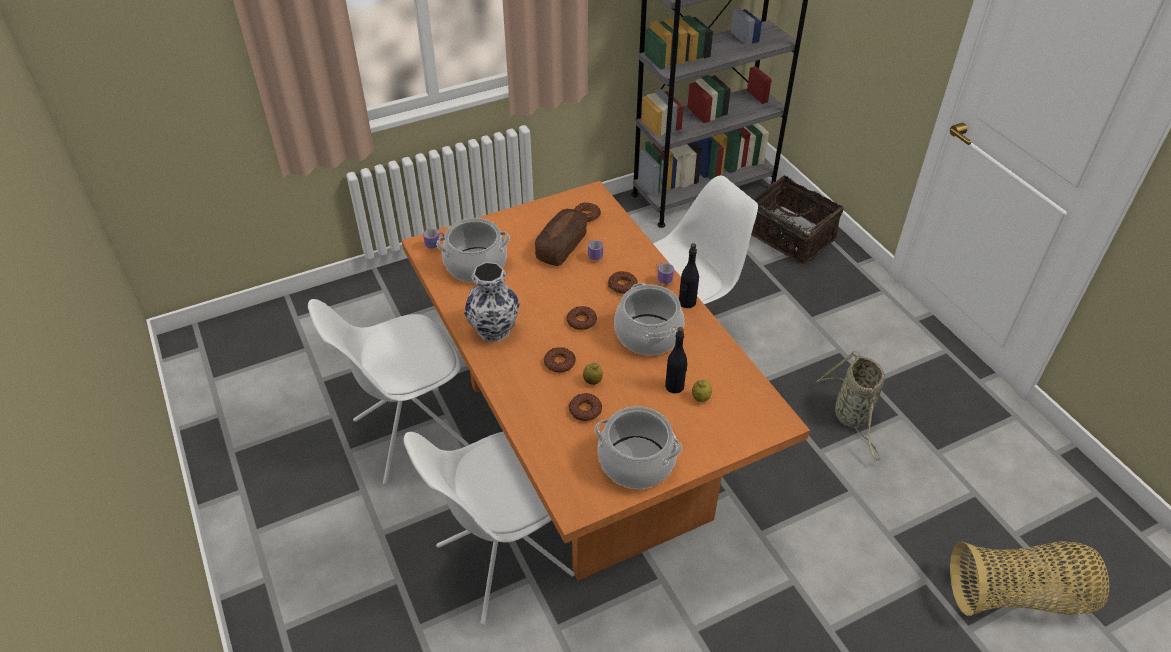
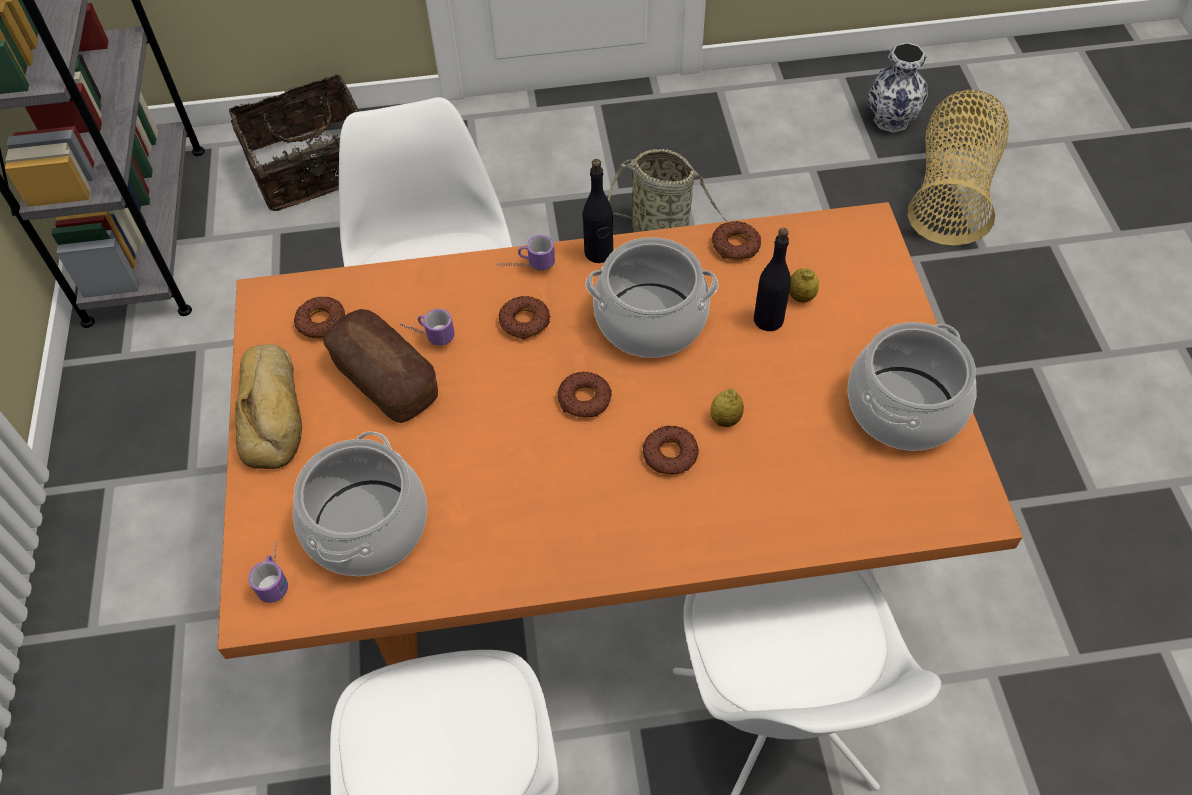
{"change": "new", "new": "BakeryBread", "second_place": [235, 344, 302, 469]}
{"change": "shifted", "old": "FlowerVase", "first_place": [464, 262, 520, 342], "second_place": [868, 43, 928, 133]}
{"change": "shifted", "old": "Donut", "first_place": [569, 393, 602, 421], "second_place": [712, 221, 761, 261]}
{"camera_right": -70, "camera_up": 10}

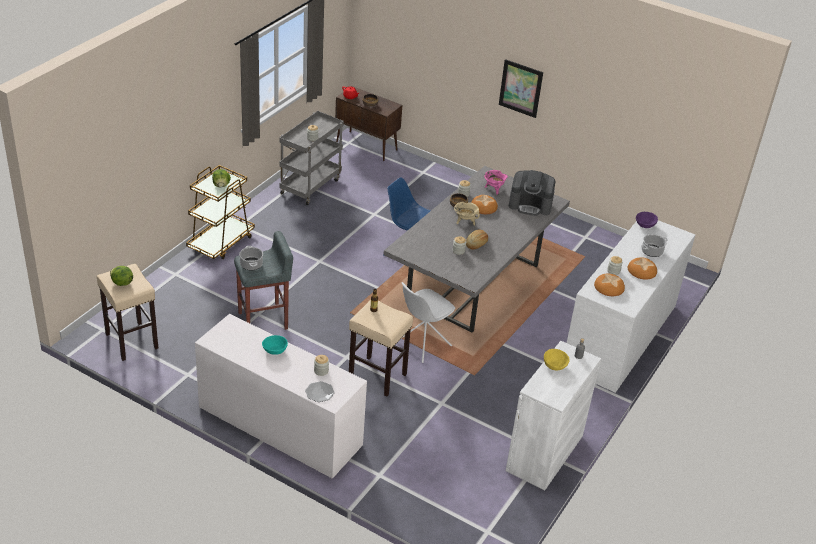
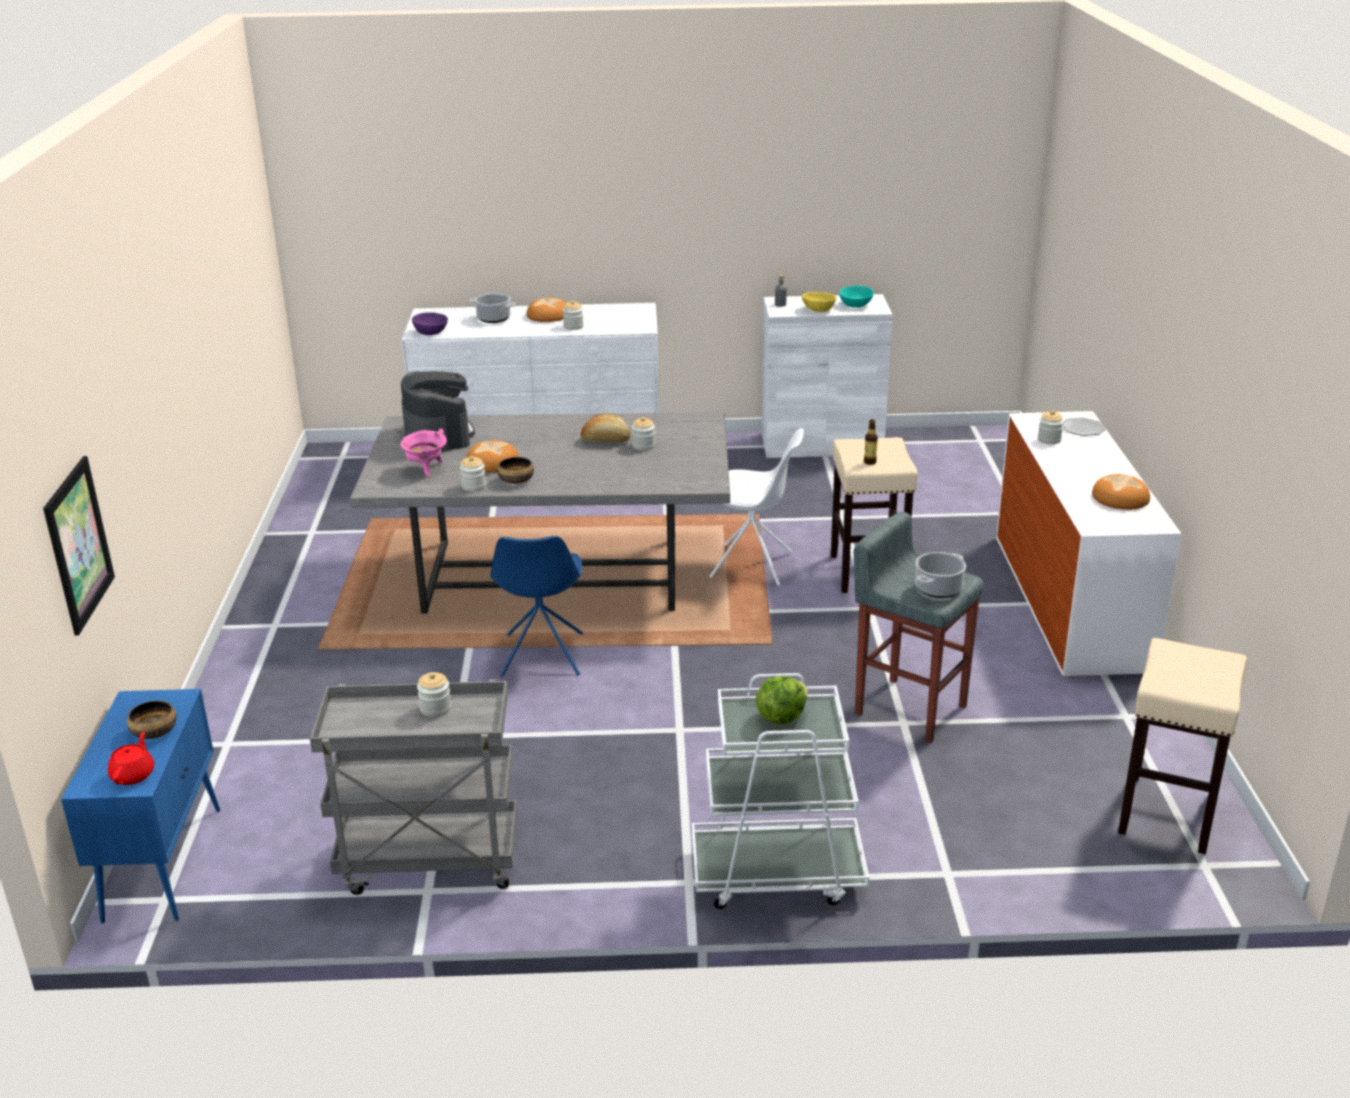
{"change": "gone", "old": "Lettuce", "first_place": [110, 266, 133, 286]}
{"change": "gone", "old": "SandColouredStockpot", "first_place": [454, 202, 480, 226]}
{"change": "shifted", "old": "TurquoiseBowl", "first_place": [262, 335, 288, 355], "second_place": [839, 286, 874, 308]}
{"change": "shifted", "old": "Picture", "first_place": [499, 59, 543, 118], "second_place": [43, 456, 115, 636]}
{"change": "shifted", "old": "BakeryBread", "first_place": [594, 274, 625, 296], "second_place": [1092, 474, 1150, 510]}
{"change": "repainted", "old": "BrownishTrolley", "new": "WhiteColouredTrolley", "first_place": [186, 165, 255, 259], "second_place": [692, 673, 869, 909]}
{"change": "repainted", "old": "BrownishStorageCabinet", "new": "BlueStorageCabinet", "first_place": [335, 86, 402, 161], "second_place": [61, 689, 220, 924]}
{"camera_right": -120, "camera_up": -10}

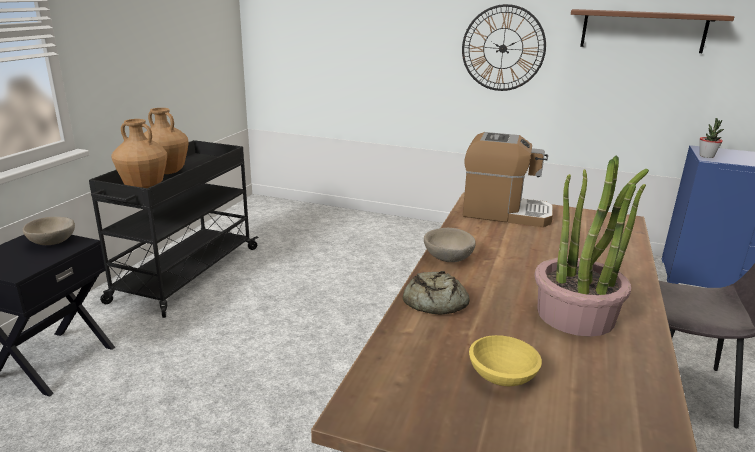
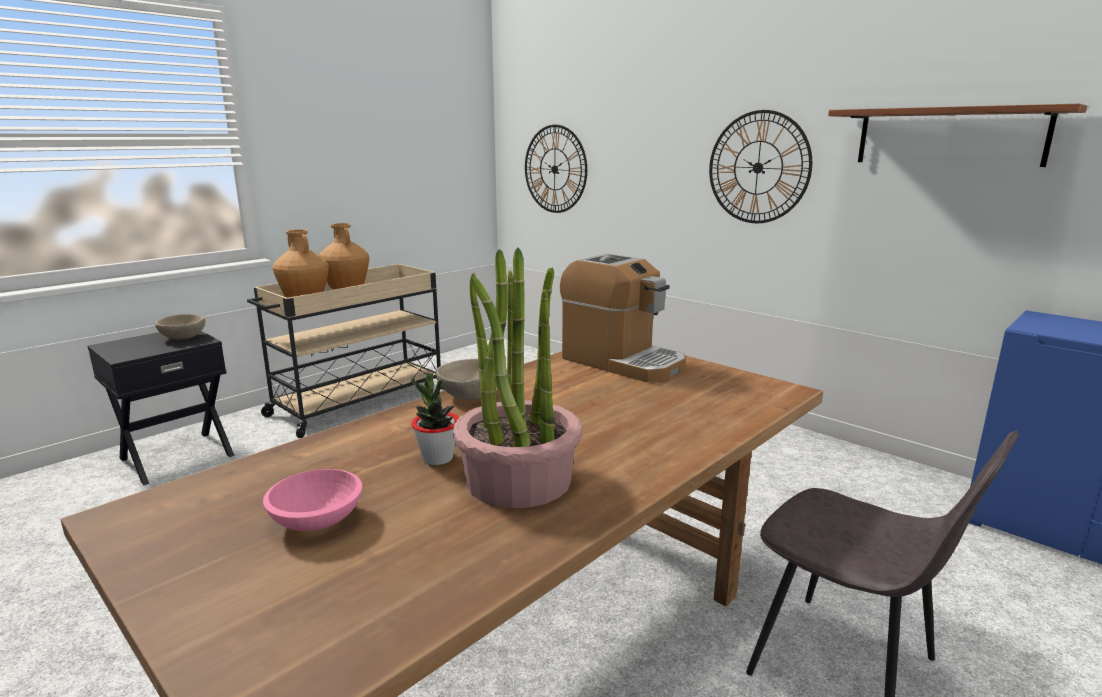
{"change": "gone", "old": "BakeryBread", "first_place": [403, 271, 470, 315]}
{"change": "new", "new": "WallClock", "second_place": [525, 125, 587, 213]}
{"change": "shifted", "old": "Houseplant", "first_place": [700, 118, 724, 158], "second_place": [411, 373, 459, 465]}
{"change": "repainted", "old": "BlackishTrolley", "new": "SandColouredTrolley", "first_place": [89, 140, 259, 318], "second_place": [247, 264, 444, 438]}
{"change": "repainted", "old": "YellowColouredBowl", "new": "PinkBowl", "first_place": [469, 335, 542, 386], "second_place": [263, 469, 362, 531]}
{"camera_right": 25, "camera_up": -5}

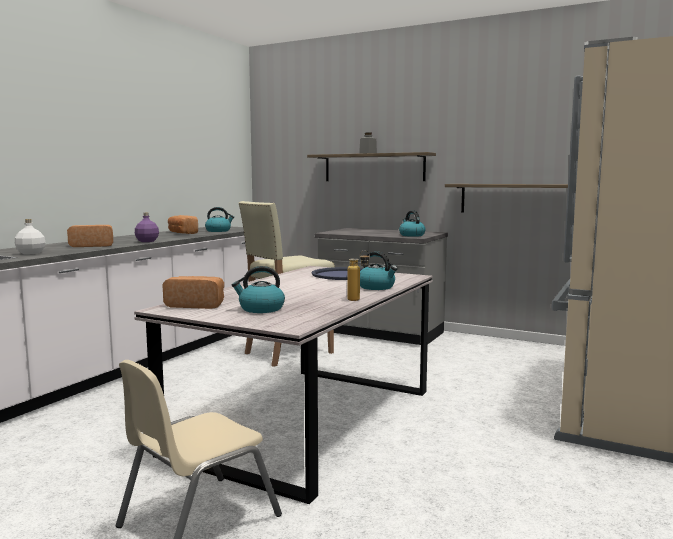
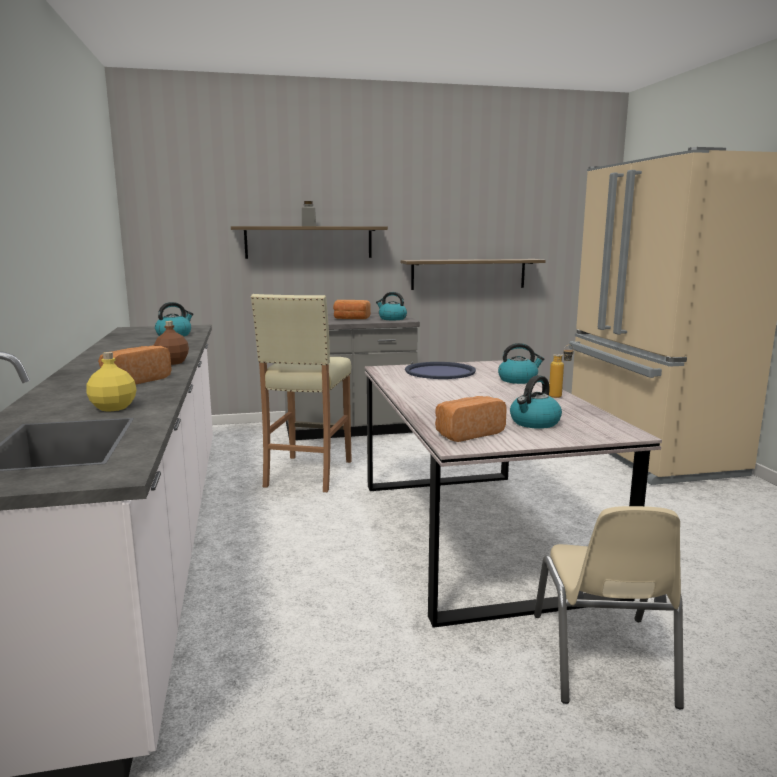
{"change": "shifted", "old": "BakeryBread", "first_place": [168, 215, 198, 234], "second_place": [333, 300, 371, 319]}
{"change": "repainted", "old": "WhiteColouredDrinkBottle", "new": "YellowColouredDrinkBottle", "first_place": [15, 219, 46, 254], "second_place": [86, 352, 137, 412]}
{"change": "repainted", "old": "PurplishDrinkBottle", "new": "BrownishDrinkBottle", "first_place": [135, 213, 159, 242], "second_place": [154, 321, 189, 365]}
{"camera_right": -40, "camera_up": 5}

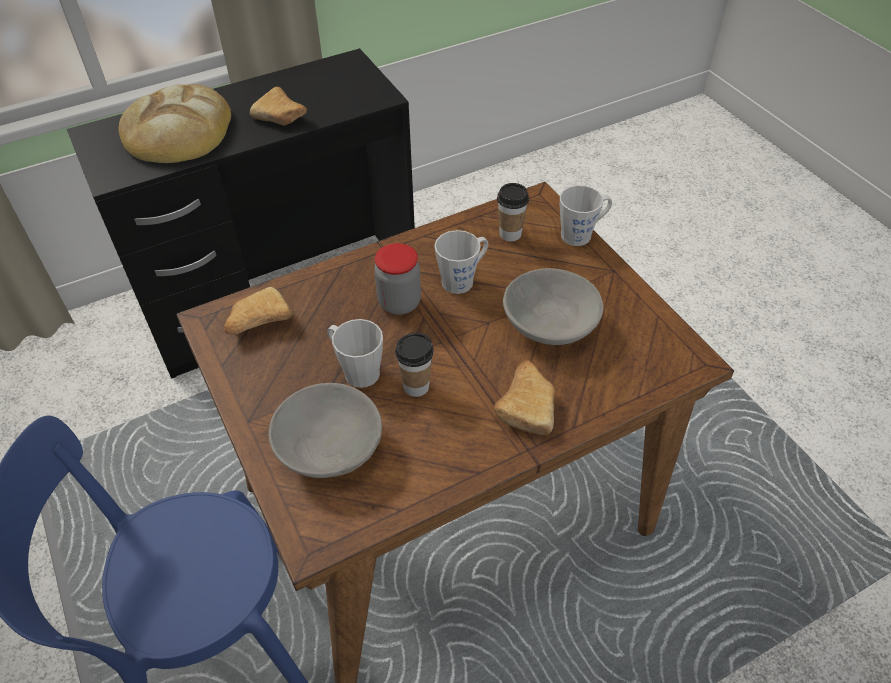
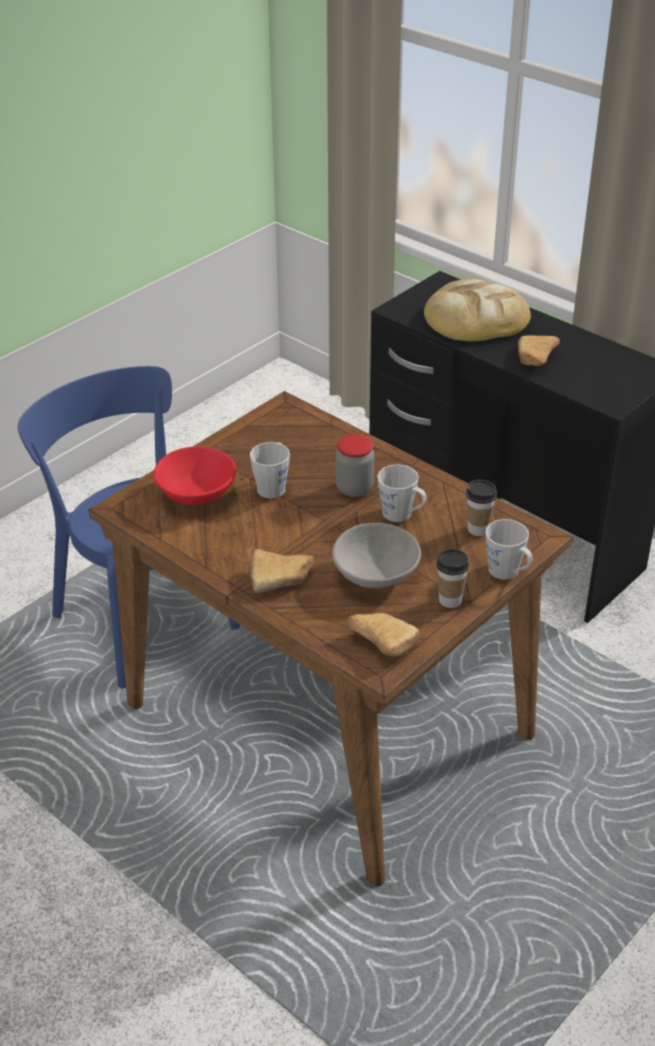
{"change": "shifted", "old": "BakeryBread", "first_place": [224, 287, 293, 335], "second_place": [347, 613, 419, 657]}
{"change": "shifted", "old": "DrinkingCup", "first_place": [395, 333, 434, 397], "second_place": [436, 549, 469, 608]}
{"change": "repainted", "old": "GreyBowl", "new": "RedBowl", "first_place": [269, 383, 382, 478], "second_place": [154, 446, 236, 505]}
{"camera_right": 70, "camera_up": -10}

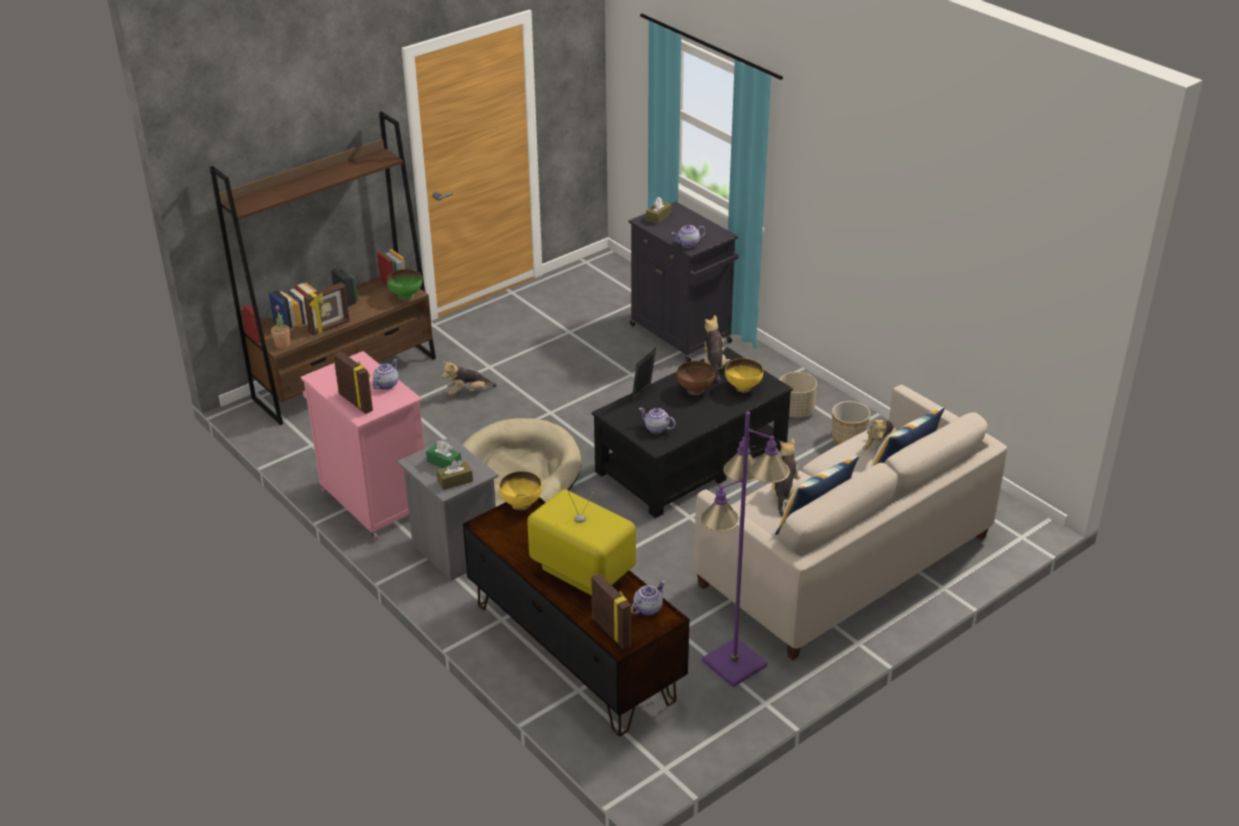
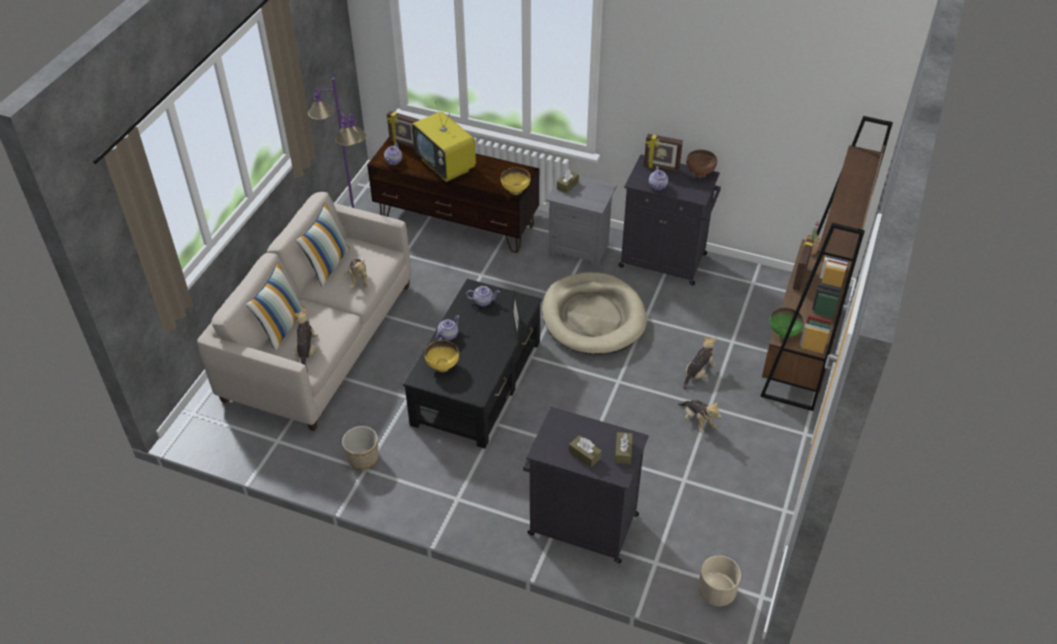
{"change": "gone", "old": "GreenColouredTissueBox", "first_place": [426, 441, 461, 468]}
{"change": "new", "new": "BrownishTissueBox", "second_place": [569, 435, 602, 468]}
{"change": "shifted", "old": "Teapot", "first_place": [671, 225, 706, 248], "second_place": [436, 315, 459, 341]}
{"change": "shifted", "old": "BrownishBowl", "first_place": [676, 361, 715, 395], "second_place": [686, 150, 717, 178]}
{"change": "shifted", "old": "SoftToy", "first_place": [704, 315, 730, 384], "second_place": [678, 400, 722, 433]}
{"change": "shifted", "old": "SandColouredPlantPot", "first_place": [780, 372, 817, 417], "second_place": [698, 556, 741, 606]}
{"change": "repainted", "old": "PinkStorageCabinet", "new": "BlackishStorageCabinet", "first_place": [301, 351, 424, 540], "second_place": [618, 154, 721, 285]}
{"change": "rotated", "old": "Television", "first_place": [527, 478, 636, 596], "second_place": [412, 101, 476, 182], "degrees": 45}
{"camera_right": 150, "camera_up": 10}

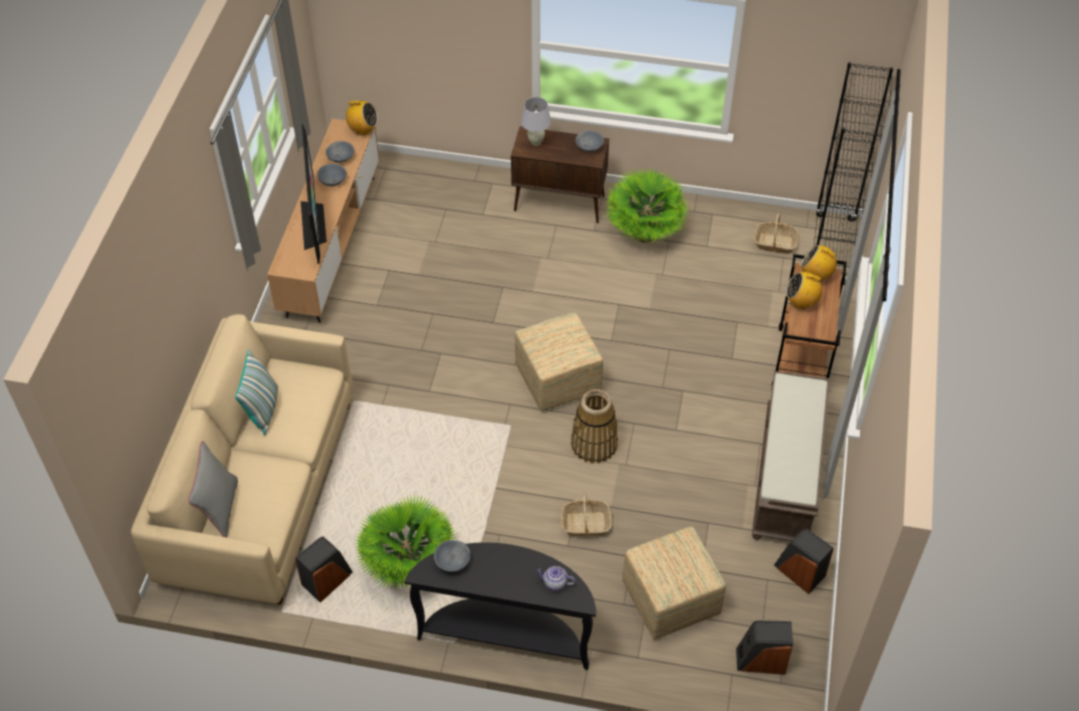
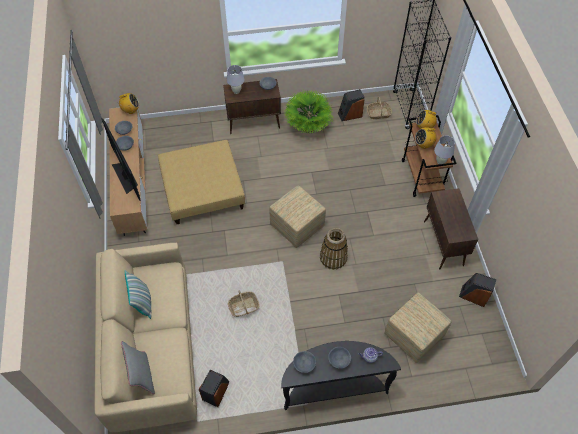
{"change": "gone", "old": "Houseplant", "first_place": [355, 494, 456, 588]}
{"change": "new", "new": "SandColouredFootrest", "second_place": [158, 140, 245, 224]}
{"change": "new", "new": "GreyBowl", "second_place": [328, 347, 351, 369]}
{"change": "new", "new": "WhiteColouredTabletopLamp", "second_place": [434, 136, 455, 164]}
{"change": "shifted", "old": "Basket", "first_place": [561, 492, 612, 536], "second_place": [228, 291, 260, 317]}
{"change": "shifted", "old": "AudioSpeaker", "first_place": [736, 620, 793, 675], "second_place": [338, 89, 364, 121]}
{"change": "swapped", "old": "BrownishIndoorBench", "new": "BrownishStorageCabinet", "first_place": [752, 371, 830, 541], "second_place": [424, 188, 478, 269]}
{"camera_right": -20, "camera_up": 5}

